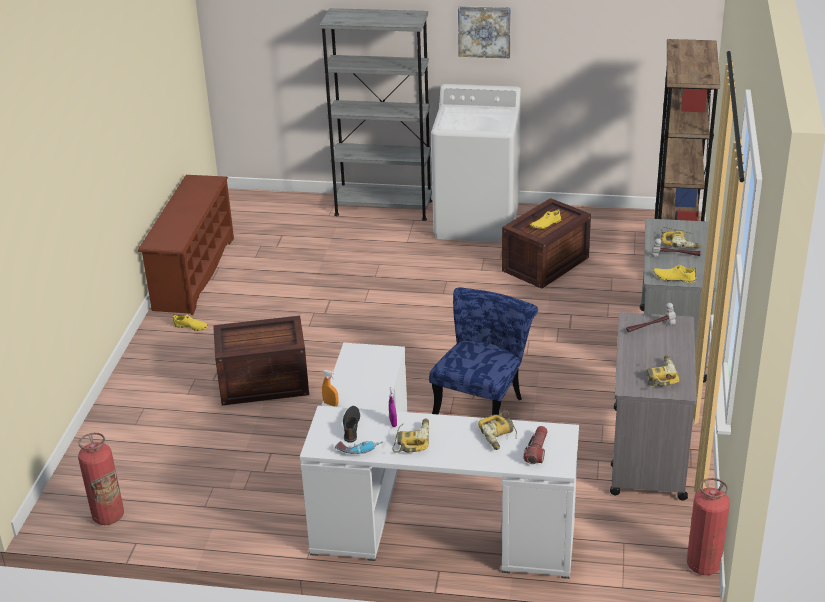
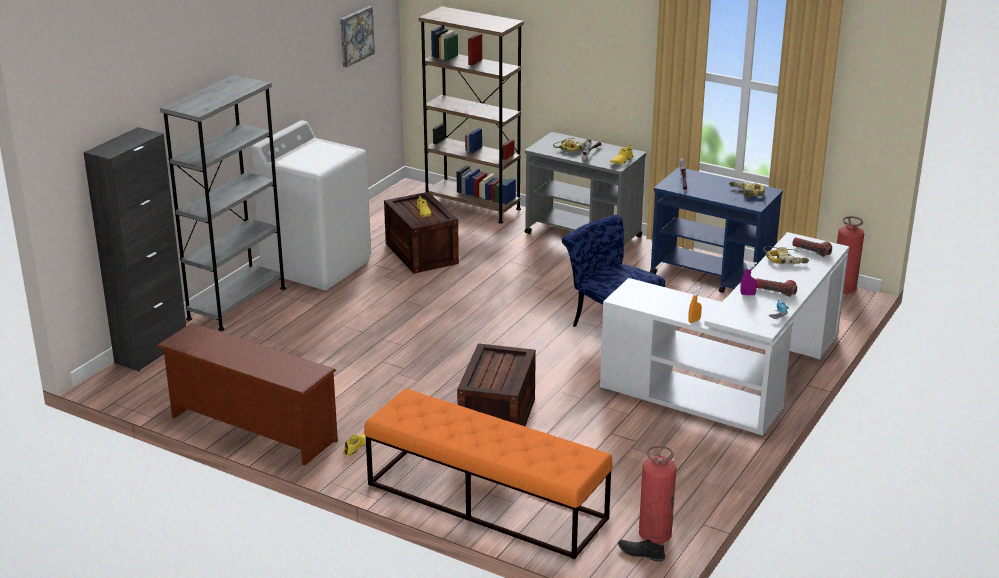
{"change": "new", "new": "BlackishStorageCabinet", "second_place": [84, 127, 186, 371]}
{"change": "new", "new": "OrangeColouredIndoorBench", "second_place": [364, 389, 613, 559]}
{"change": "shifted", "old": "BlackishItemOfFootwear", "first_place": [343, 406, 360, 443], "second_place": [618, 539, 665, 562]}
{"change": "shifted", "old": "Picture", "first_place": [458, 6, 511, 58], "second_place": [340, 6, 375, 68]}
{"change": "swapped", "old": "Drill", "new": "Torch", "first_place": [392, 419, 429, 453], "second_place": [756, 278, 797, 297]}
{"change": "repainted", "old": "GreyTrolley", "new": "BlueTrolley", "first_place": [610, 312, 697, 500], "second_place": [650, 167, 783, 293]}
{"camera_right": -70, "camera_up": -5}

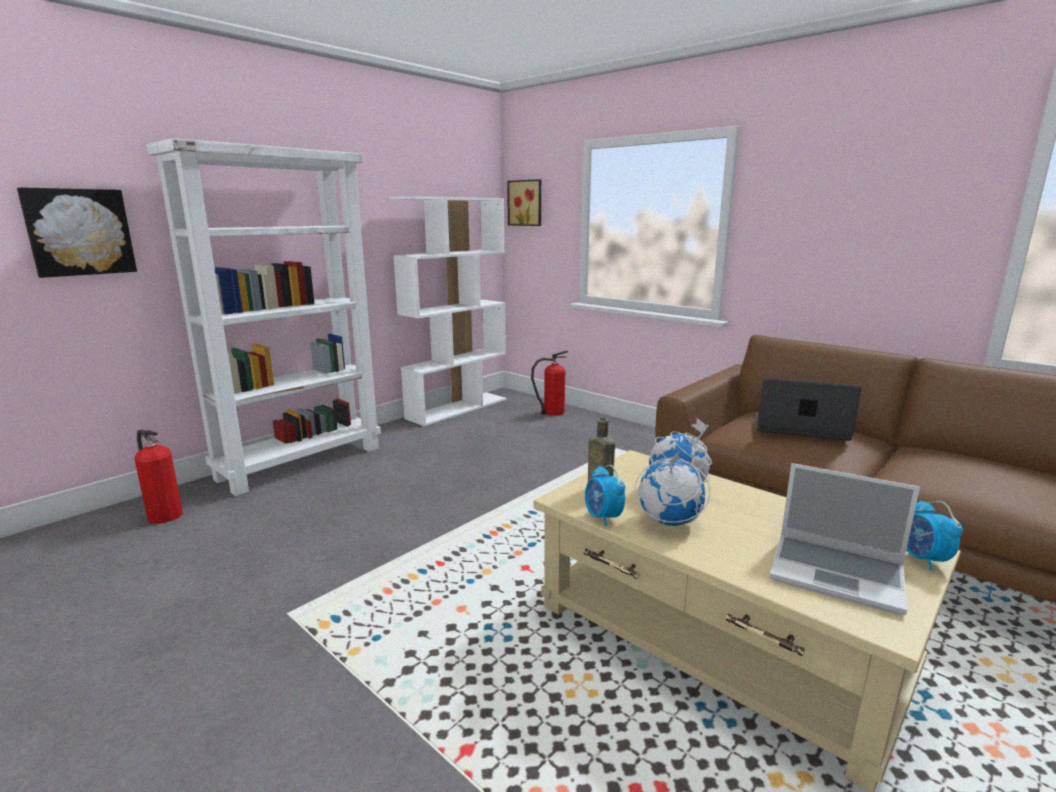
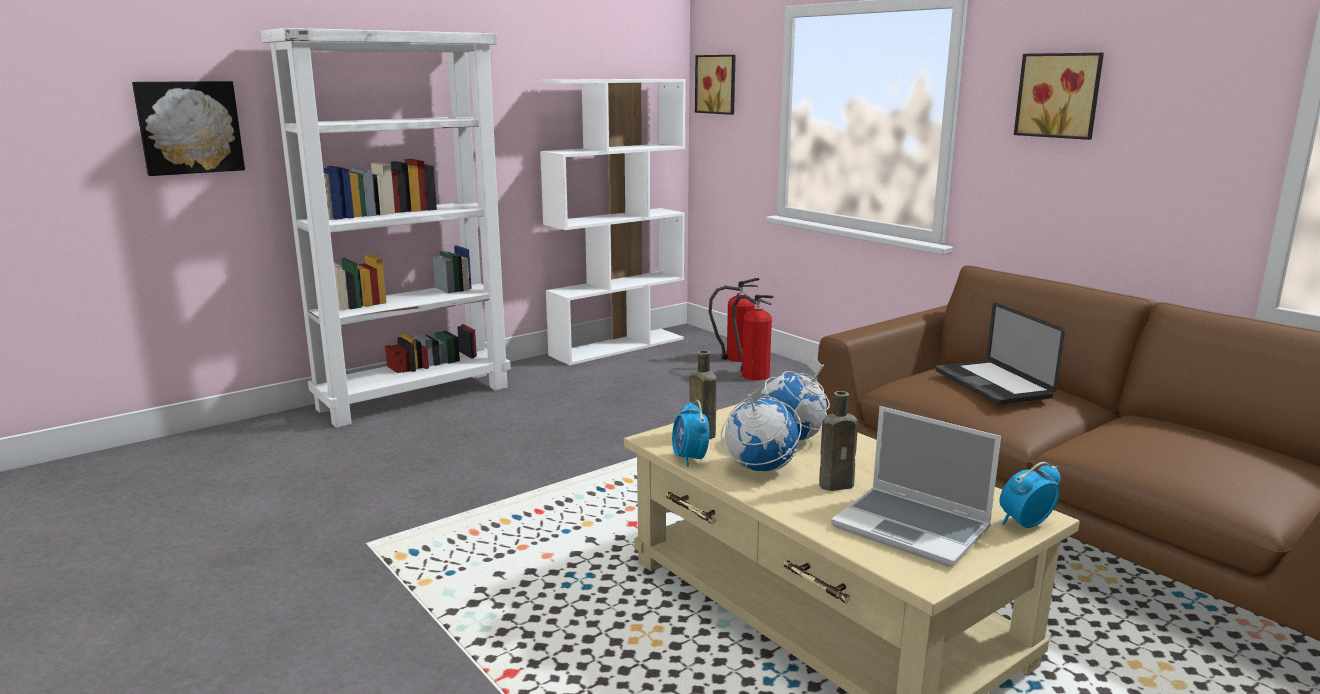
{"change": "new", "new": "BrownishDrinkBottle", "second_place": [819, 391, 858, 491]}
{"change": "new", "new": "Picture", "second_place": [1014, 53, 1104, 140]}
{"change": "shifted", "old": "FireFightingCylinder", "first_place": [135, 430, 183, 524], "second_place": [732, 295, 774, 381]}
{"change": "rotated", "old": "Laptop", "first_place": [755, 378, 862, 441], "second_place": [936, 302, 1065, 405], "degrees": -135}
{"change": "rotated", "old": "TableClock", "first_place": [906, 500, 963, 571], "second_place": [1000, 462, 1061, 528], "degrees": 60}
{"camera_right": 10, "camera_up": 0}

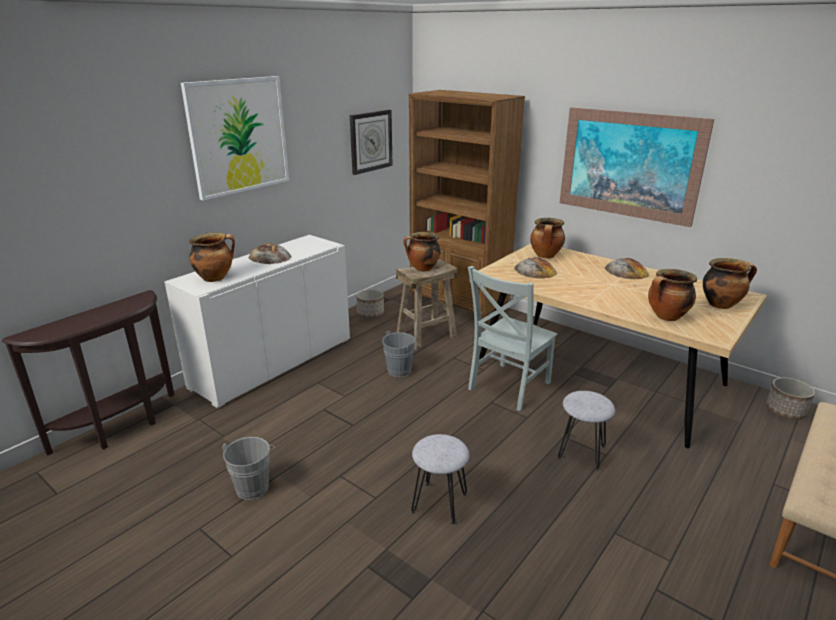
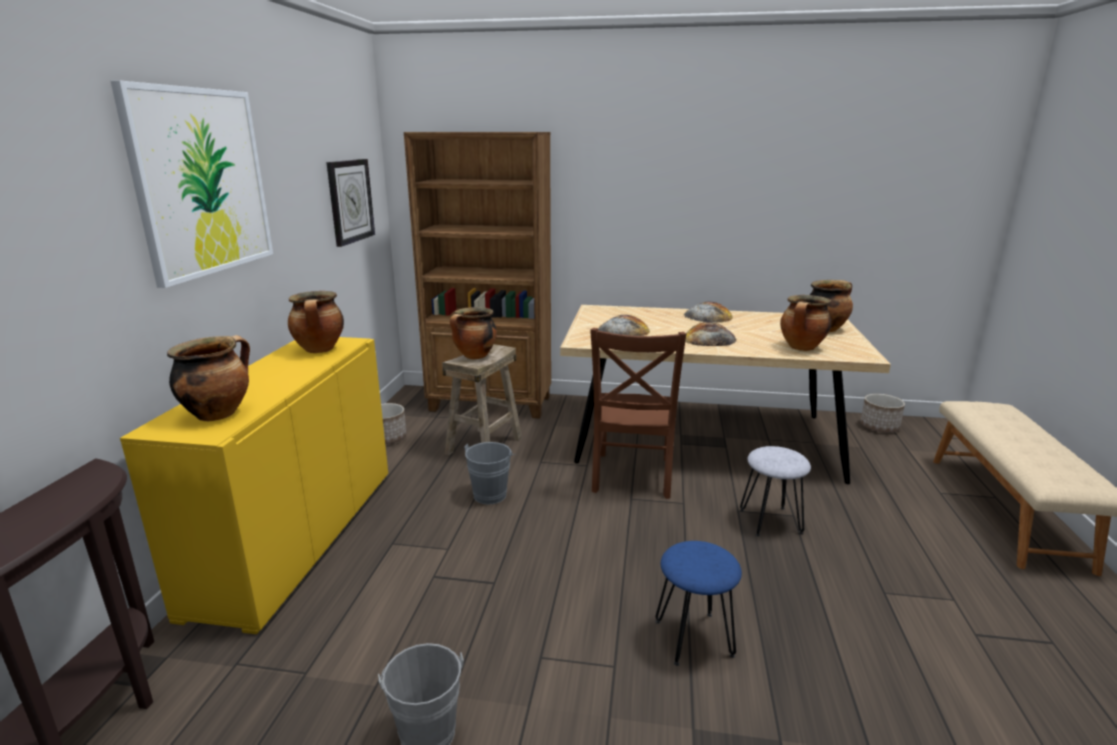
{"change": "gone", "old": "Picture", "first_place": [560, 107, 714, 227]}
{"change": "shifted", "old": "BakeryBread", "first_place": [249, 243, 292, 264], "second_place": [685, 322, 737, 346]}
{"change": "shifted", "old": "Stockpot", "first_place": [530, 218, 565, 258], "second_place": [288, 291, 344, 353]}
{"change": "repainted", "old": "WhiteColouredStorageCabinet", "new": "YellowColouredStorageCabinet", "first_place": [164, 235, 350, 408], "second_place": [120, 337, 388, 634]}
{"change": "repainted", "old": "GreyStool", "new": "BlueStool", "first_place": [411, 434, 469, 525], "second_place": [655, 541, 742, 666]}
{"change": "repainted", "old": "GreyChair", "new": "BrownishChair", "first_place": [468, 266, 557, 411], "second_place": [590, 328, 686, 499]}
{"camera_right": -30, "camera_up": -5}

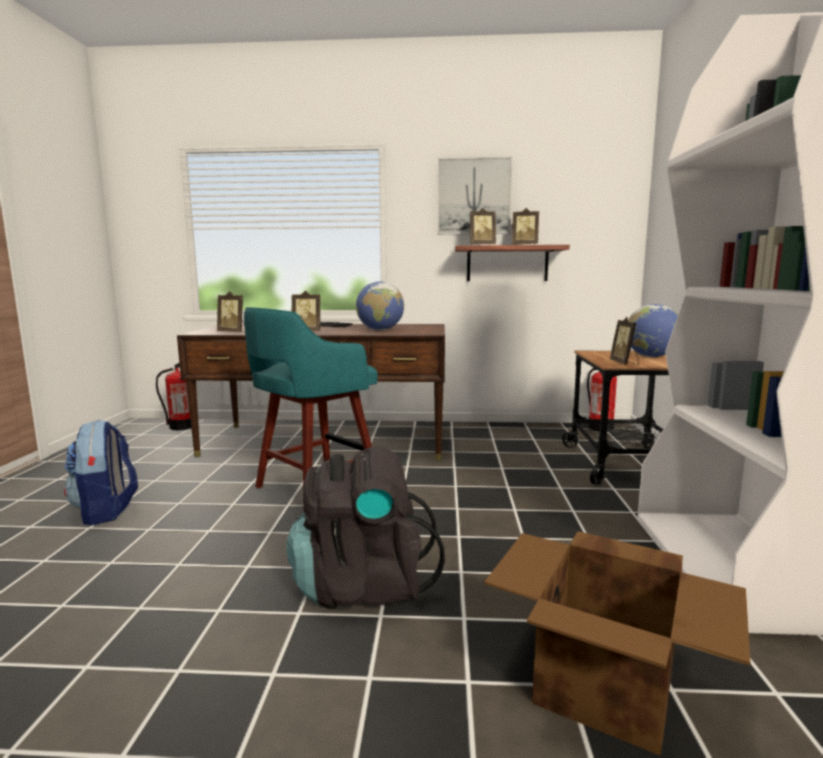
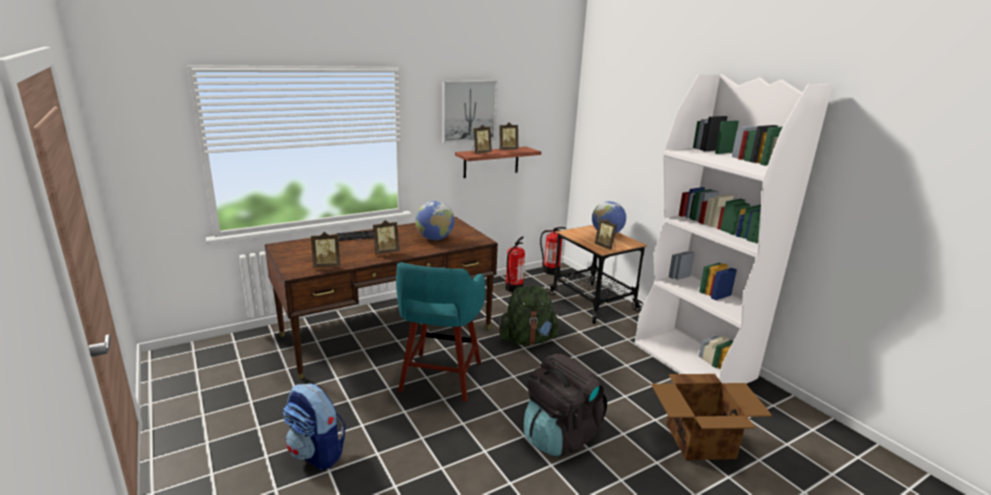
{"change": "new", "new": "GreenColouredBackpack", "second_place": [499, 286, 560, 345]}
{"change": "shifted", "old": "FireFightingCylinder", "first_place": [156, 363, 191, 431], "second_place": [505, 237, 525, 292]}
{"camera_right": -35, "camera_up": 10}

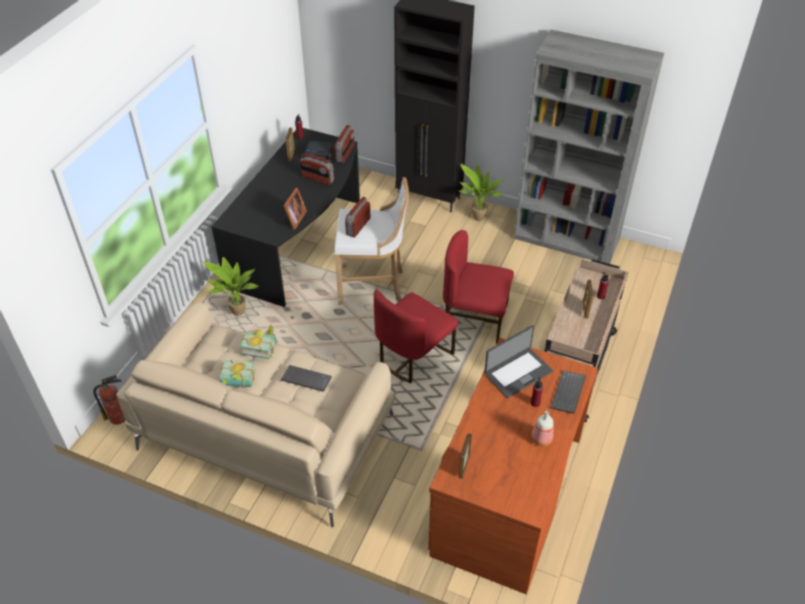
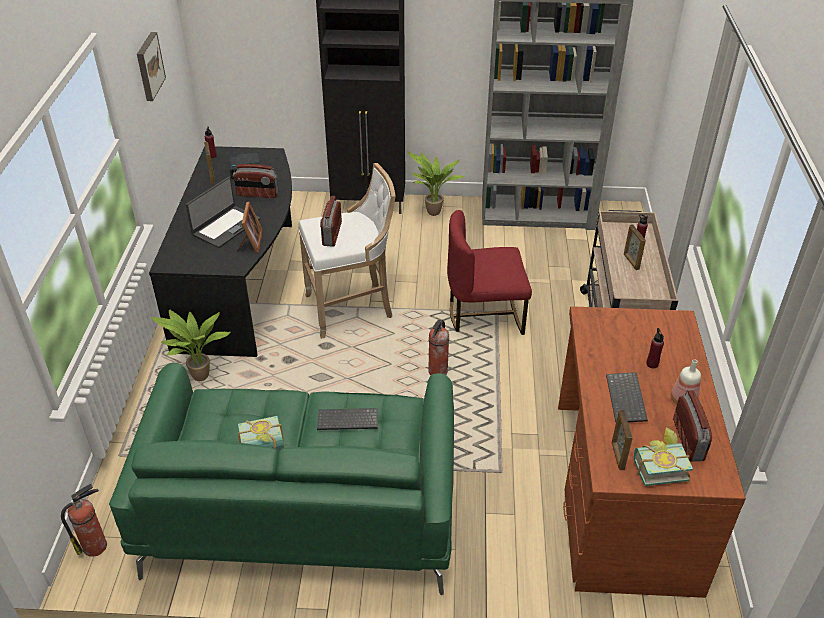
{"change": "new", "new": "Picture", "second_place": [137, 32, 166, 101]}
{"change": "shifted", "old": "Volume", "first_place": [240, 324, 276, 359], "second_place": [634, 428, 693, 486]}
{"change": "shifted", "old": "RadioReceiver", "first_place": [335, 125, 354, 163], "second_place": [673, 390, 712, 461]}
{"change": "shifted", "old": "Laptop", "first_place": [484, 325, 553, 398], "second_place": [186, 177, 260, 248]}
{"change": "shifted", "old": "Keyboard", "first_place": [550, 370, 586, 414], "second_place": [606, 372, 648, 422]}
{"change": "swapped", "old": "RedChair", "new": "FireFightingCylinder", "first_place": [374, 290, 458, 383], "second_place": [428, 319, 449, 375]}
{"change": "repainted", "old": "SandColouredCouch", "new": "GreenColouredCouch", "first_place": [116, 302, 394, 527], "second_place": [109, 363, 454, 595]}
{"camera_right": -20, "camera_up": -5}

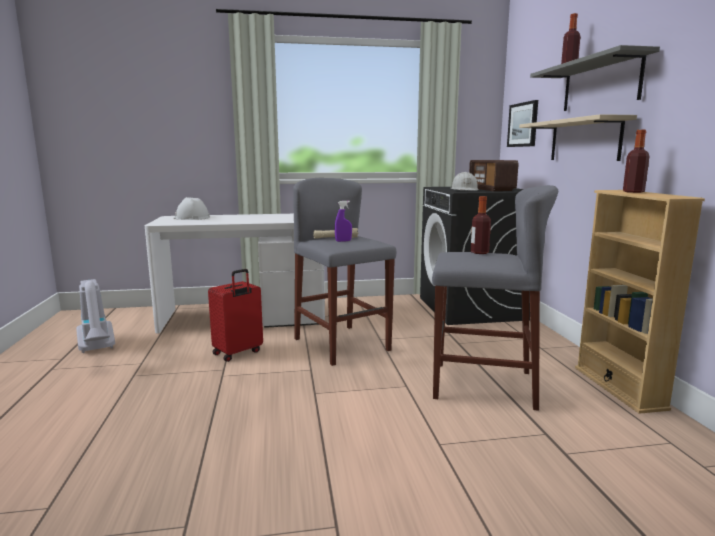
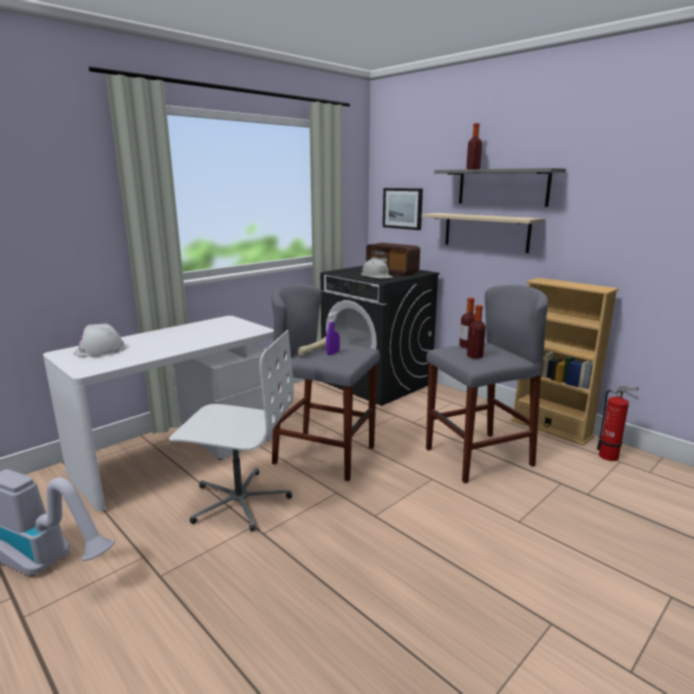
{"change": "new", "new": "FireFightingCylinder", "second_place": [597, 386, 639, 461]}
{"change": "shifted", "old": "DrinkBottle", "first_place": [623, 130, 650, 193], "second_place": [467, 305, 486, 359]}
{"change": "swapped", "old": "RedSuitcase", "new": "WhiteColouredOfficeChair", "first_place": [208, 269, 263, 362], "second_place": [169, 330, 294, 532]}
{"camera_right": -35, "camera_up": 5}

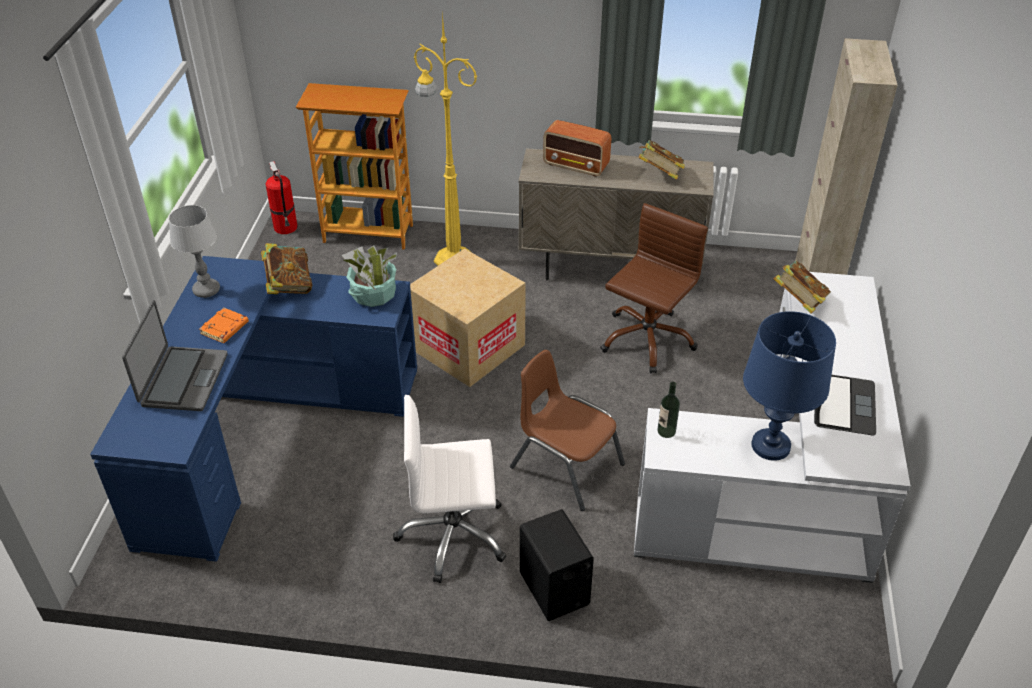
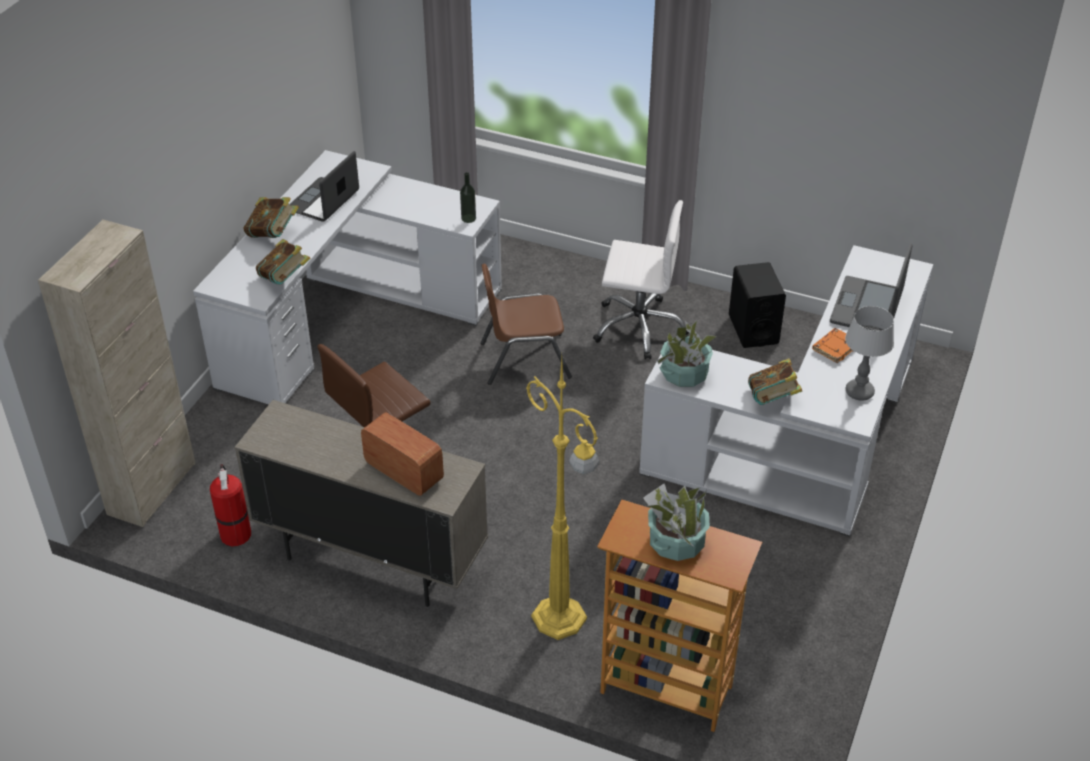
{"change": "gone", "old": "CardboardBox", "first_place": [410, 249, 526, 387]}
{"change": "gone", "old": "BlueTabletopLamp", "first_place": [743, 311, 836, 461]}
{"change": "new", "new": "Houseplant", "second_place": [643, 483, 710, 561]}
{"change": "shifted", "old": "FireFightingCylinder", "first_place": [265, 161, 297, 234], "second_place": [210, 464, 251, 546]}
{"change": "shifted", "old": "BlackishAudioSpeaker", "first_place": [520, 509, 594, 621], "second_place": [729, 262, 786, 348]}
{"change": "shifted", "old": "Volume", "first_place": [638, 140, 685, 180], "second_place": [244, 197, 299, 238]}
{"change": "repainted", "old": "BlueDeskTable", "new": "WhiteColouredDeskTable", "first_place": [90, 256, 417, 562], "second_place": [639, 245, 934, 537]}
{"change": "rotated", "old": "BrownishChair", "first_place": [510, 350, 625, 511], "second_place": [481, 263, 572, 385], "degrees": 120}
{"camera_right": -165, "camera_up": 0}

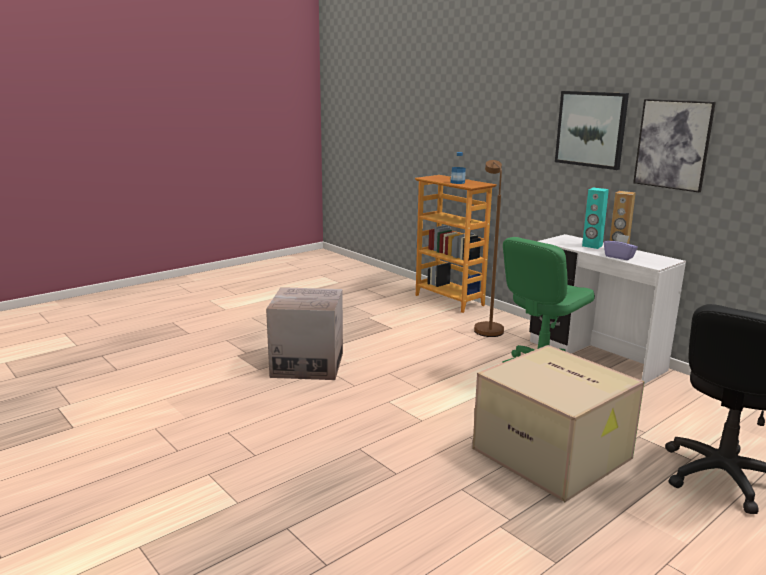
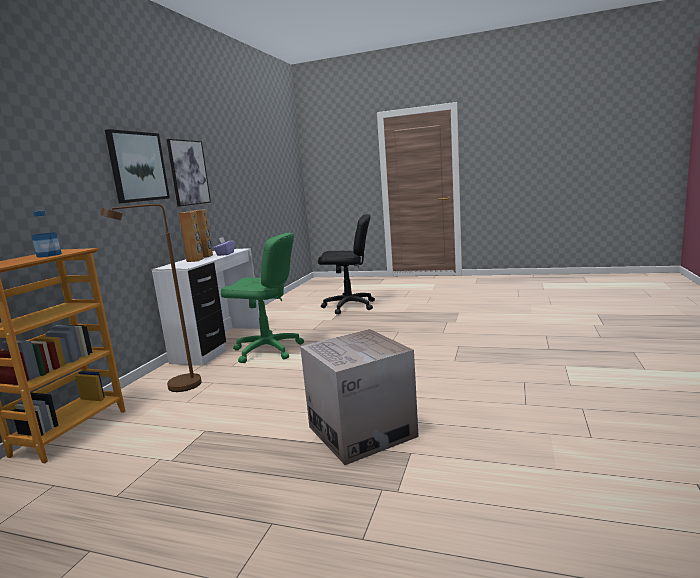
{"change": "gone", "old": "CardboardBox", "first_place": [472, 345, 645, 502]}
{"change": "repainted", "old": "TurquoiseAudioSpeaker", "new": "BrownishAudioSpeaker", "first_place": [582, 188, 609, 249], "second_place": [179, 211, 204, 262]}
{"camera_right": -120, "camera_up": -5}

